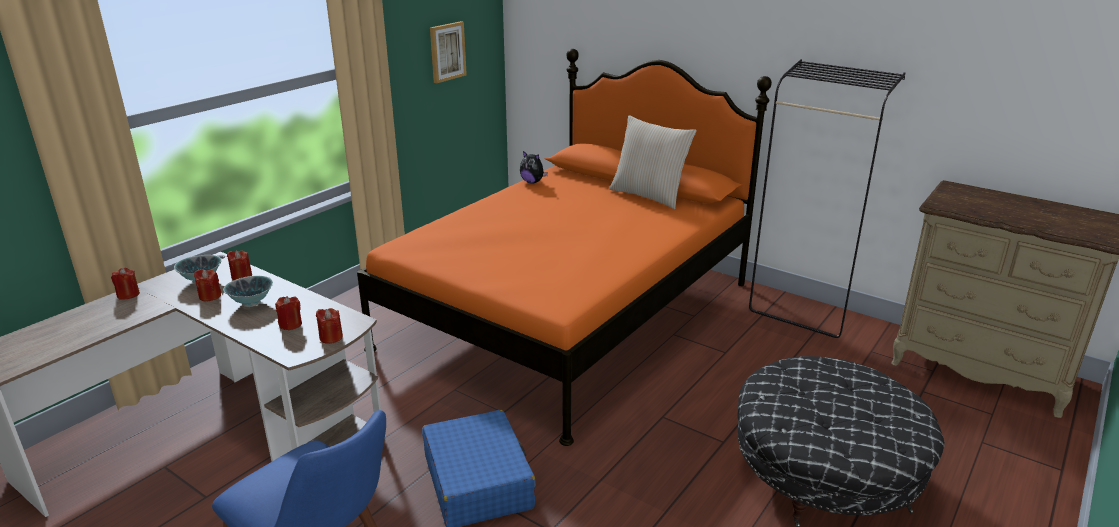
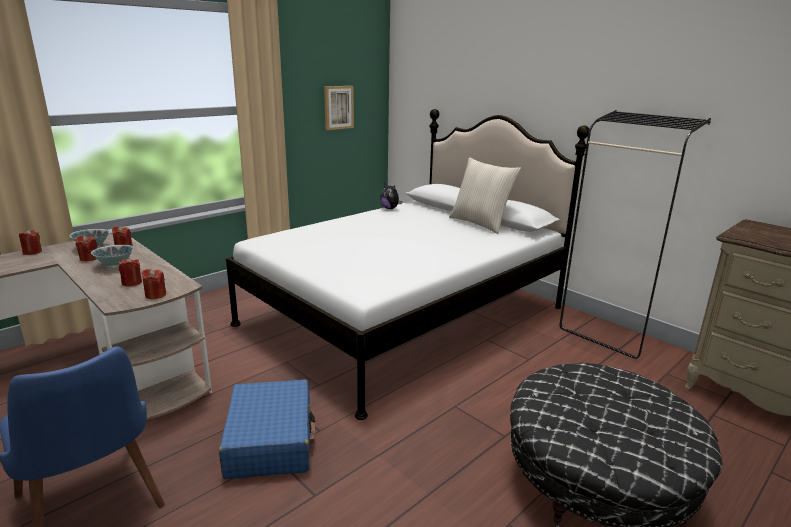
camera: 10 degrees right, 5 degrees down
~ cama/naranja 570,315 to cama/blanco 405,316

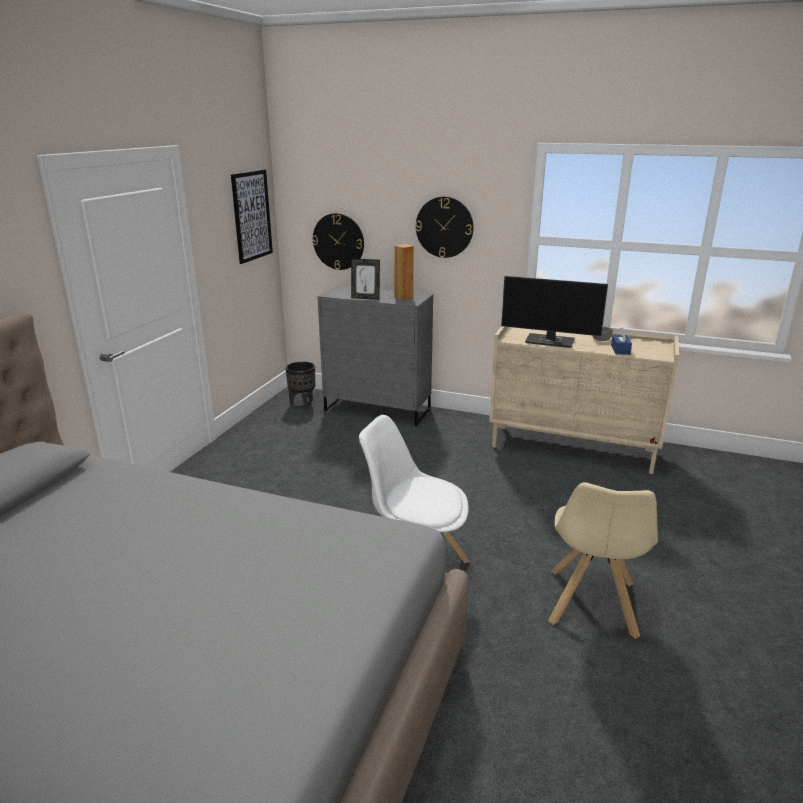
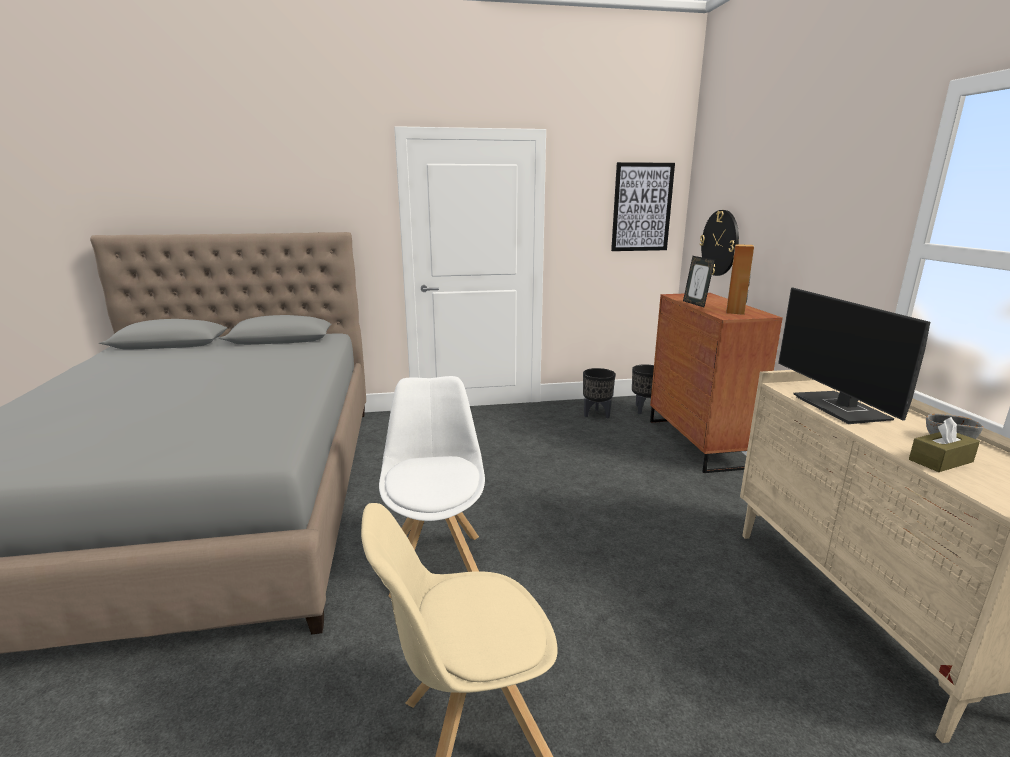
camera: 60 degrees right, 5 degrees down
+ maceta/negro 596,414
~ cómoda/gris 378,409 to cómoda/marrón 699,443
~ caja de pañuelos/azul 620,349 to caja de pañuelos/marrón 940,461
- reloj de pared 444,227

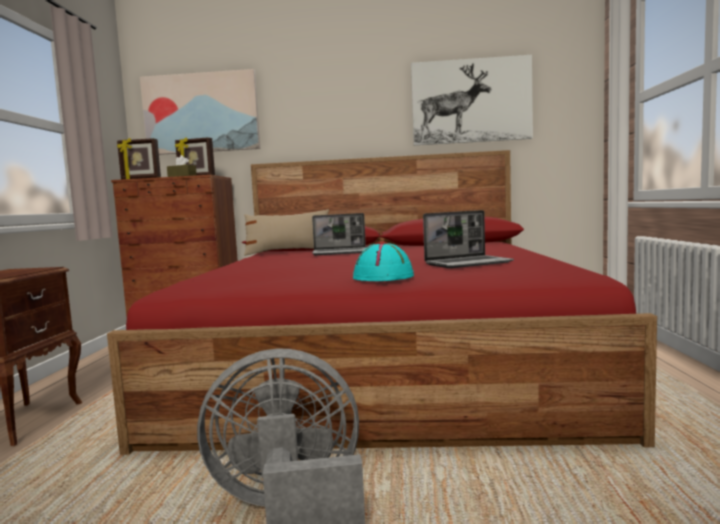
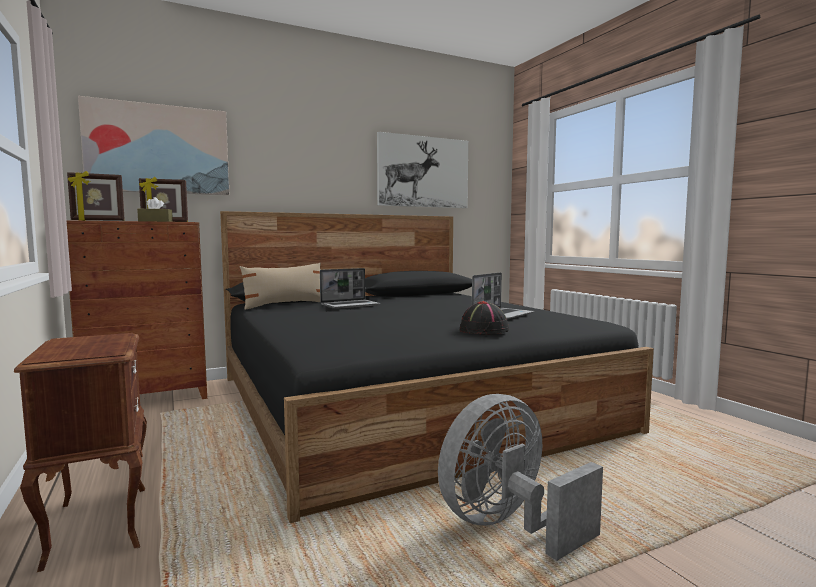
camera: 30 degrees left, 0 degrees up
~ cama/rojo 383,361 to cama/negro 403,401
~ sombrero/turquesa 384,277 to sombrero/negro 484,330

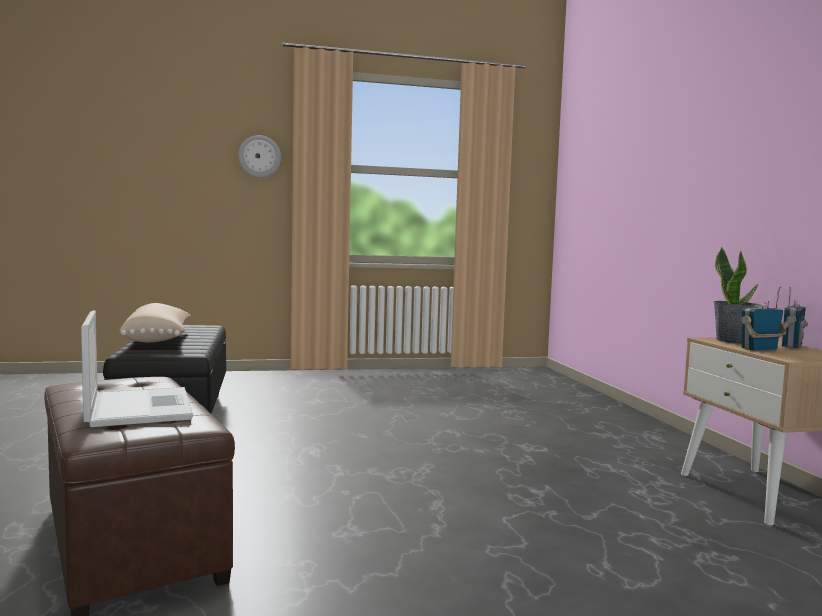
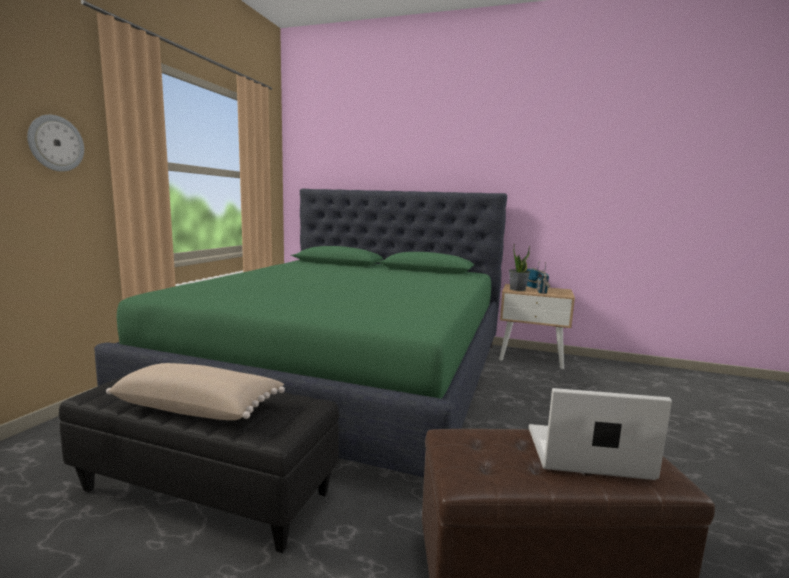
camera: 60 degrees left, 5 degrees up
+ cama/verde 345,373

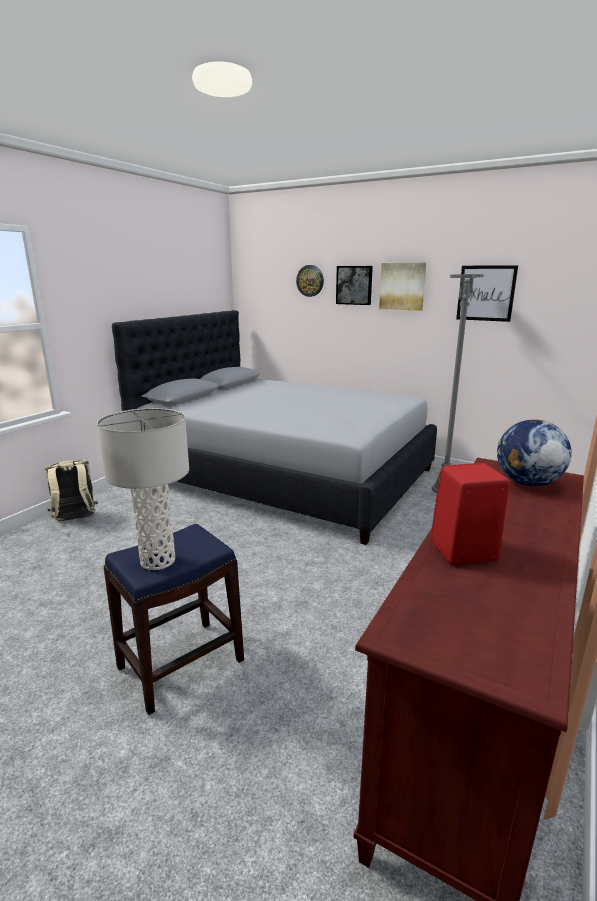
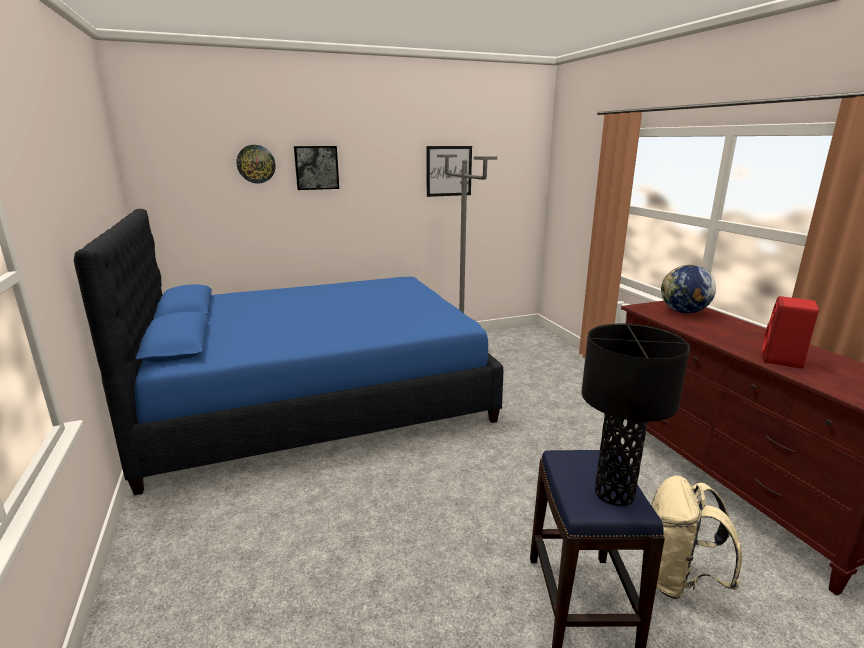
camera: 50 degrees left, 0 degrees up
~ cama/gris 284,474 to cama/azul 317,398
~ lámpara de mesa/blanco 157,560 to lámpara de mesa/negro 614,494
~ mochila/beis 75,520 to 678,579
- cuadro 402,286

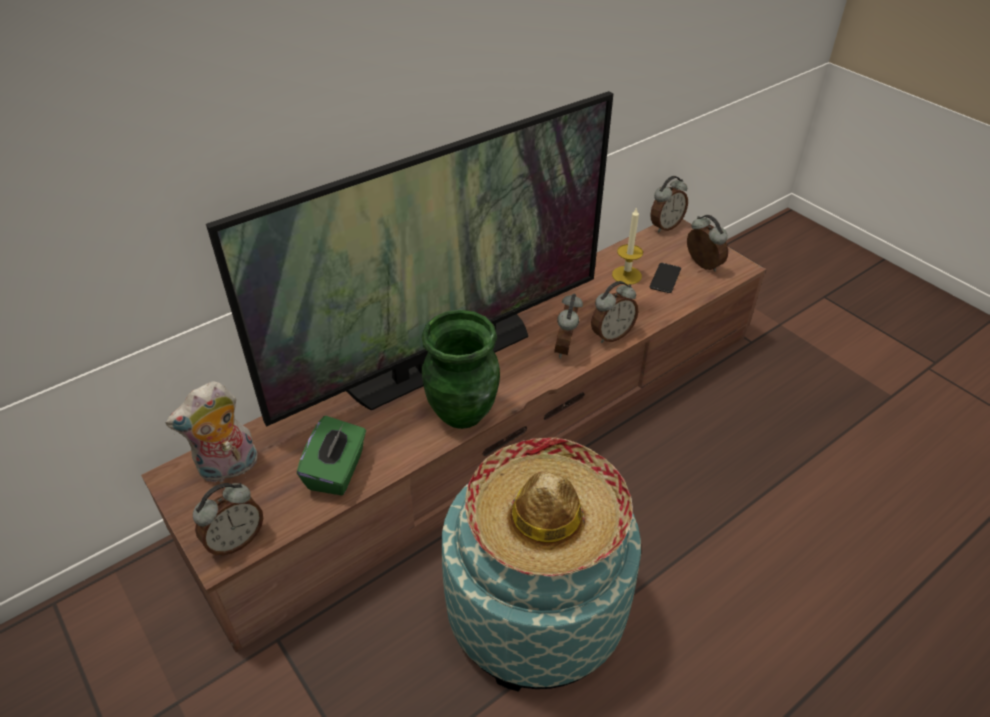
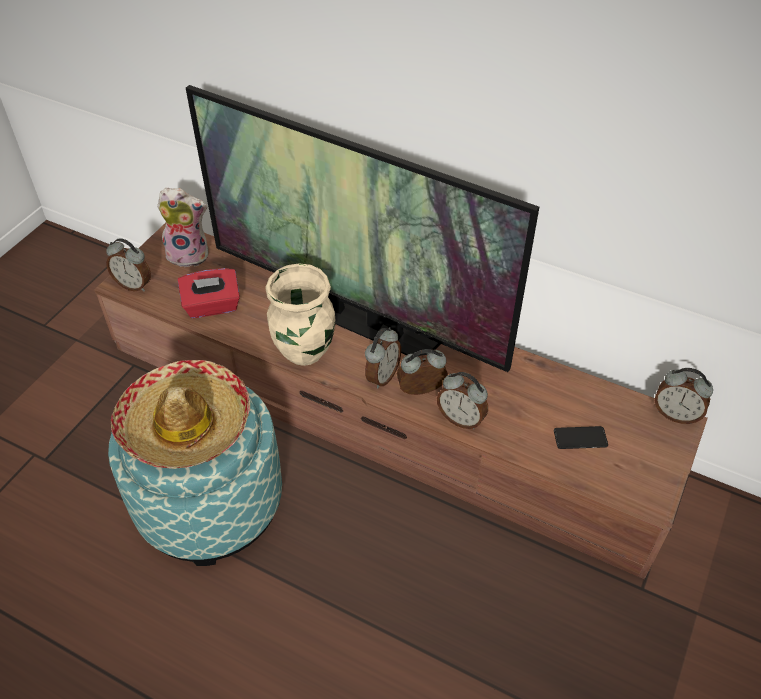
camera: 65 degrees right, 5 degrees up
~ peluche 228,469 = 190,254 150 degrees clockwise
~ caja de pañuelos/verde 337,471 to caja de pañuelos/rojo 212,306
~ florero/verde 463,412 to florero/beis 305,352
~ despertador 702,266 to 382,376
- vela 626,275

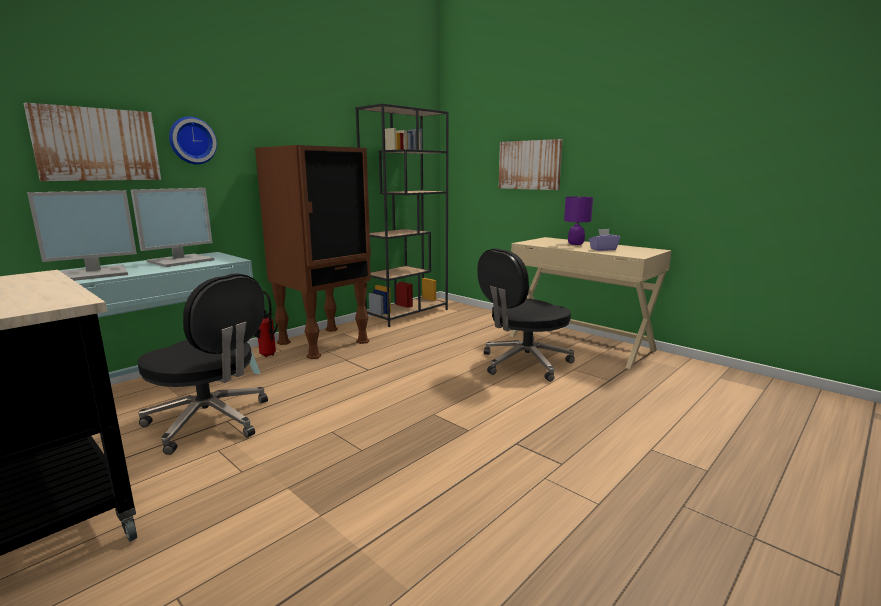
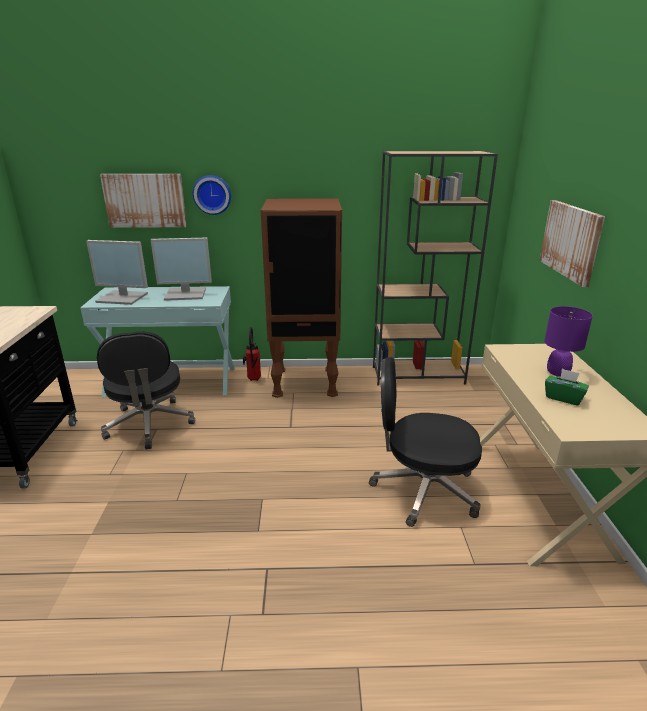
camera: 45 degrees right, 10 degrees up
~ caja de pañuelos/morado 603,249 to caja de pañuelos/verde 563,398

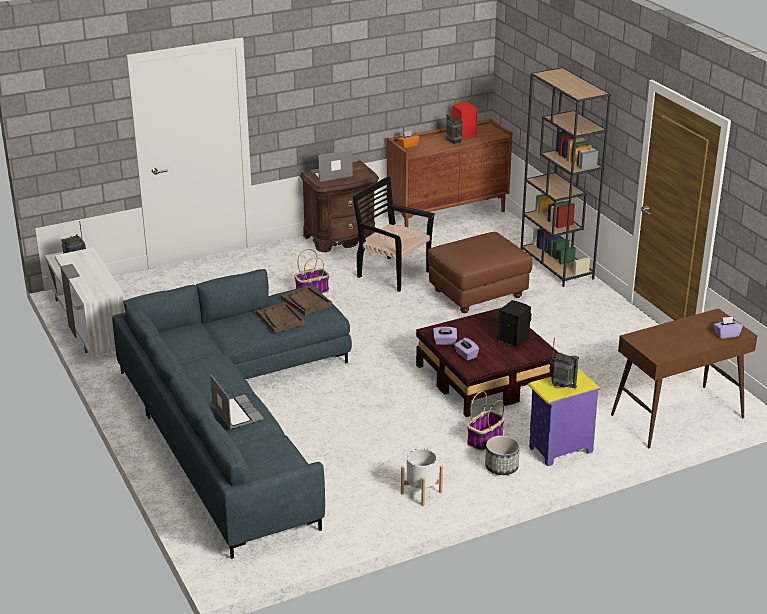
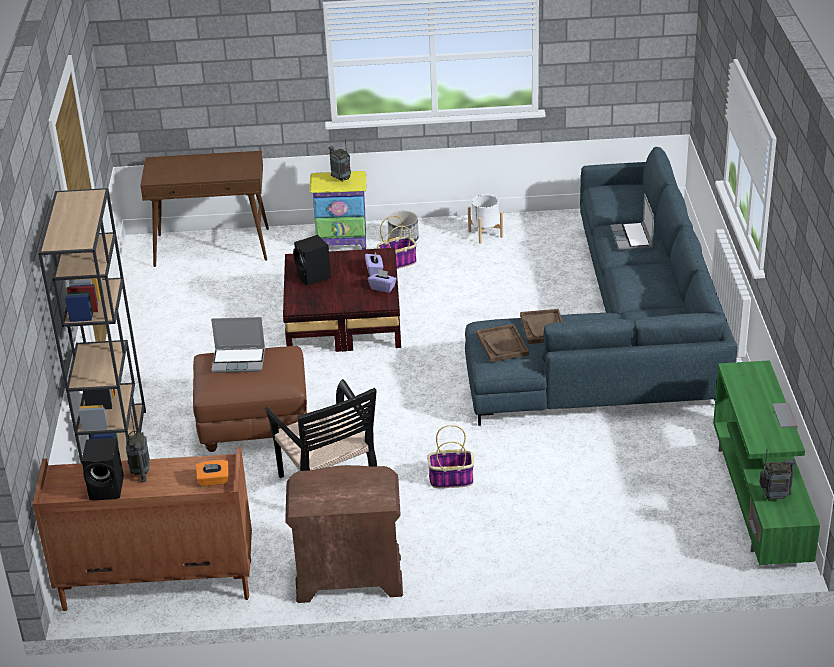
camera: 155 degrees left, 5 degrees up
~ altavoz/rojo 463,134 to altavoz/negro 108,488
~ portátil 331,175 to 239,360
~ mueble de televisión/blanco 89,321 to mueble de televisión/verde 760,498
- caja de pañuelos/morado 726,334

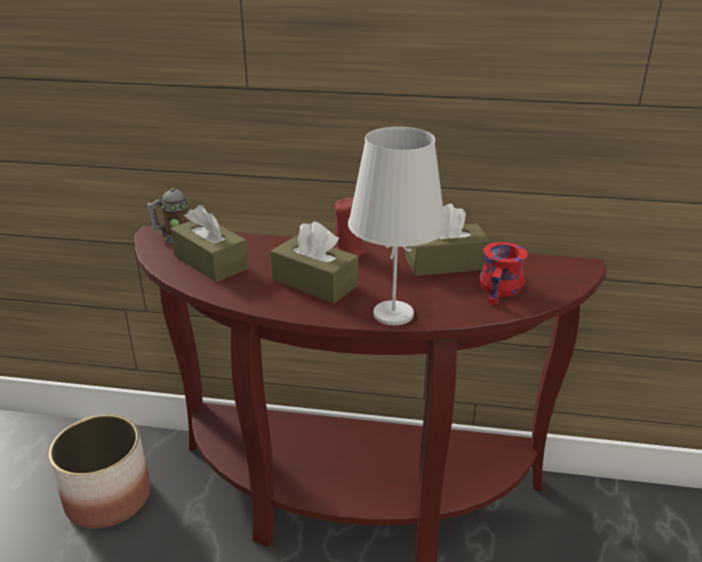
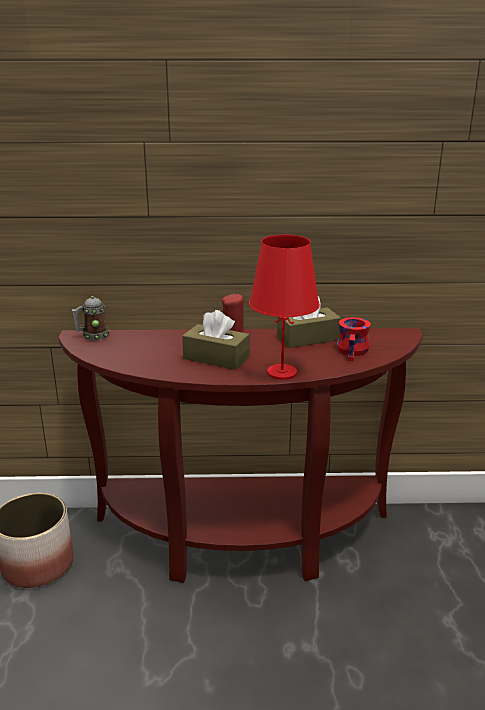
camera: 10 degrees left, 5 degrees down
~ lámpara de mesa/blanco 393,313 to lámpara de mesa/rojo 282,372
- caja de pañuelos/marrón 211,262

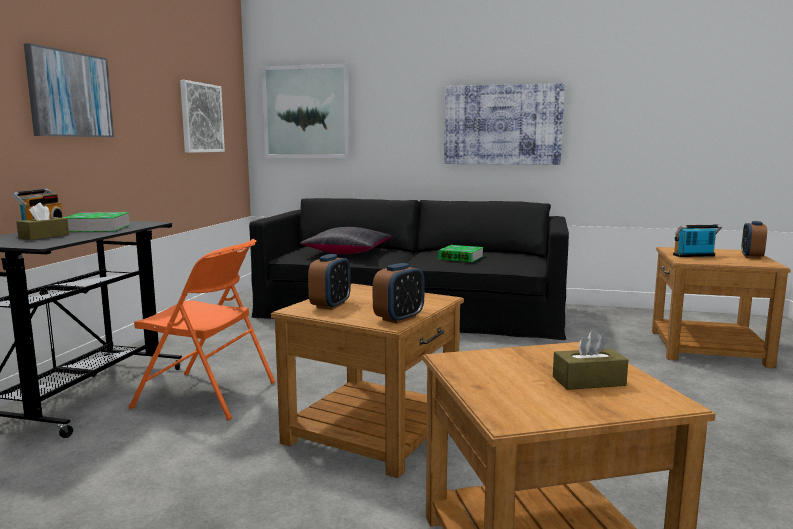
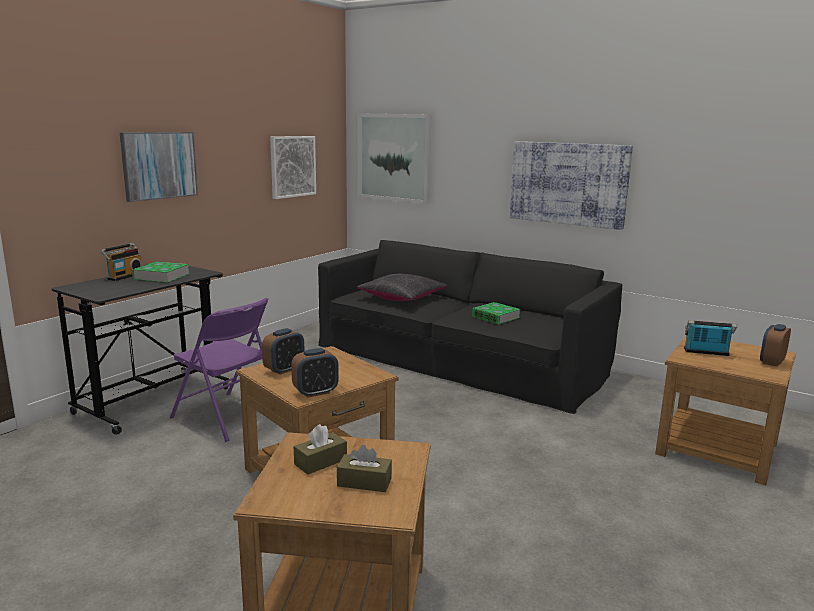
camera: 20 degrees right, 5 degrees up
~ silla/naranja 205,395 to silla/morado 227,416
~ caja de pañuelos/marrón 44,236 to 320,462

